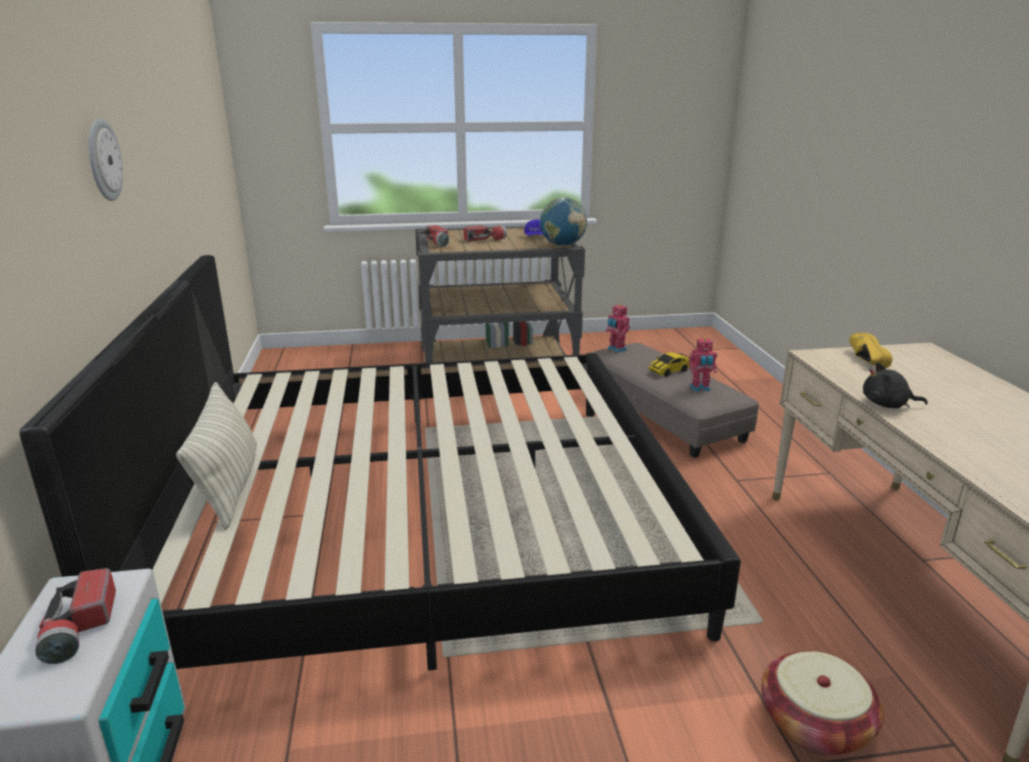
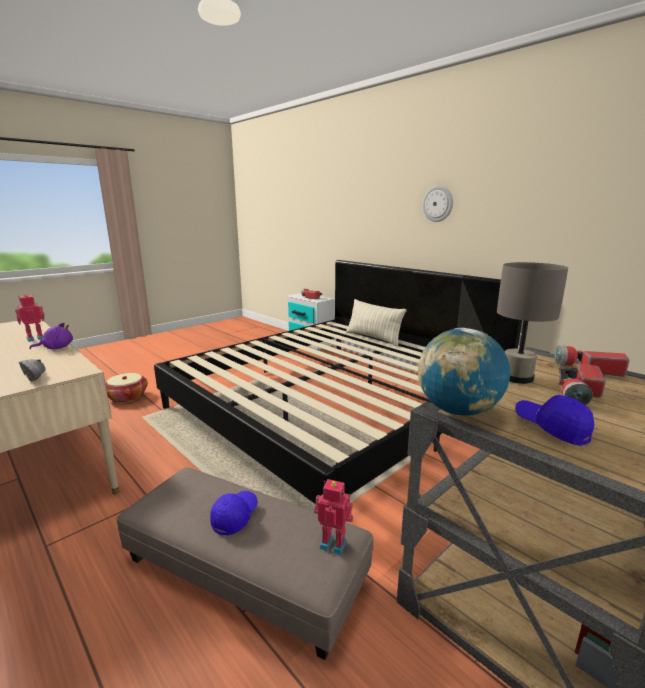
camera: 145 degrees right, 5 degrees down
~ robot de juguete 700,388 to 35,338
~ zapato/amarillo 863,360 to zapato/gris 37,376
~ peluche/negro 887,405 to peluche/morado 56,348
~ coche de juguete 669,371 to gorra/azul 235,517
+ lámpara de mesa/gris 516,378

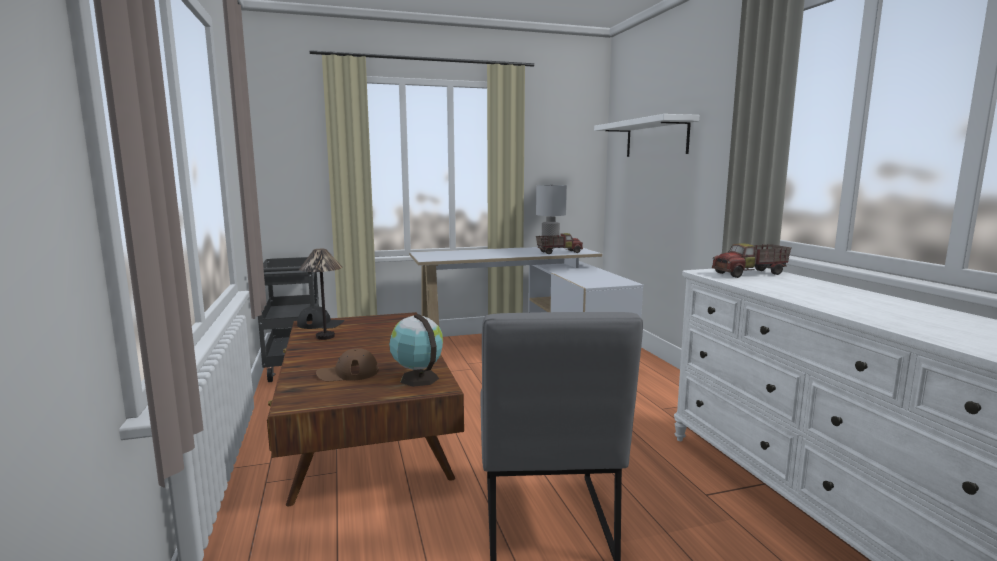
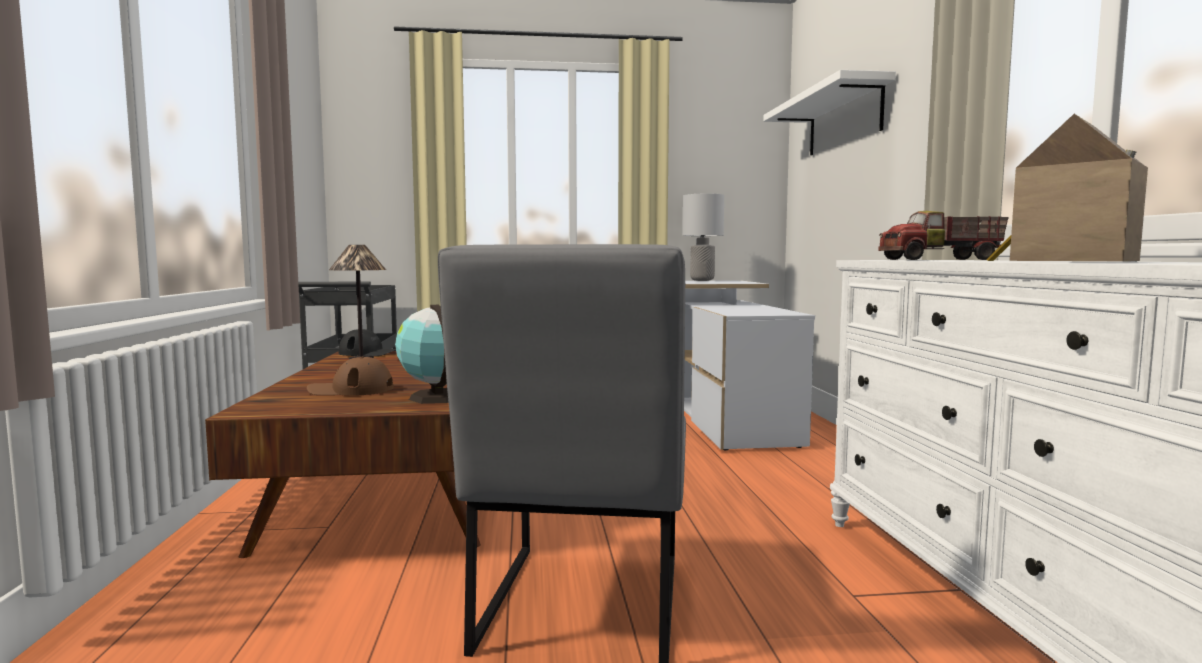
camera: 10 degrees right, 5 degrees down
+ casita 1066,261
- camión de juguete 558,252

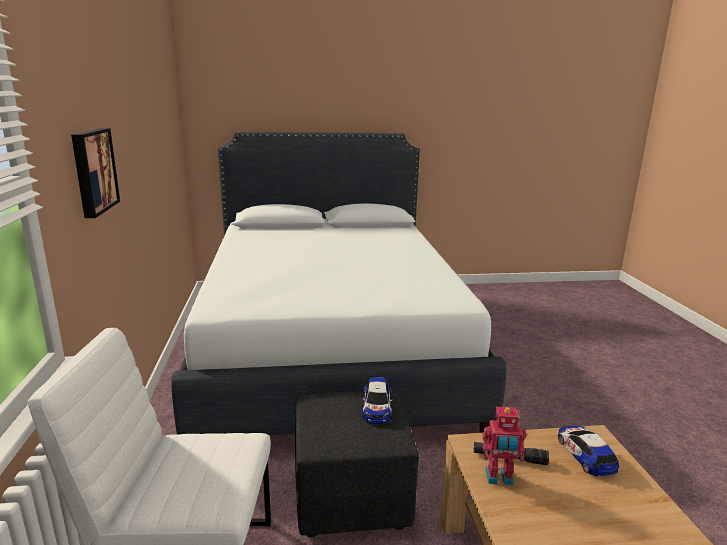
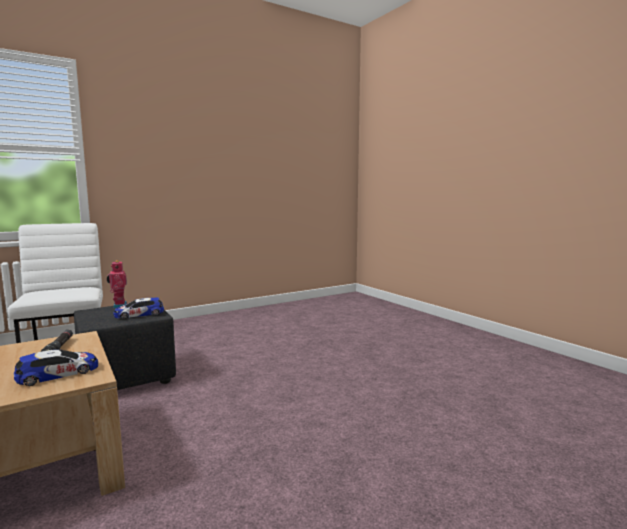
camera: 65 degrees right, 10 degrees down
~ robot de juguete 499,478 to 118,306
- cuadro 92,171
- cama/blanco 330,347

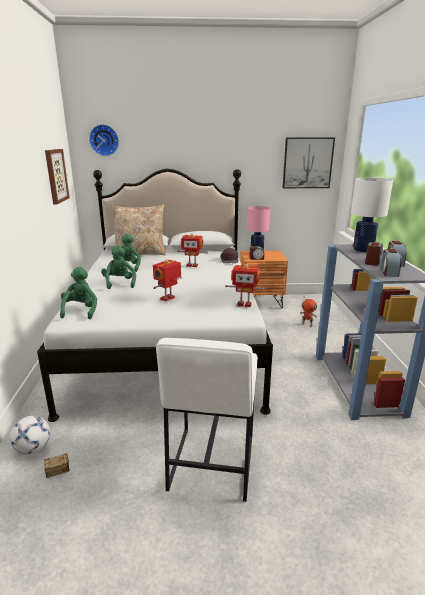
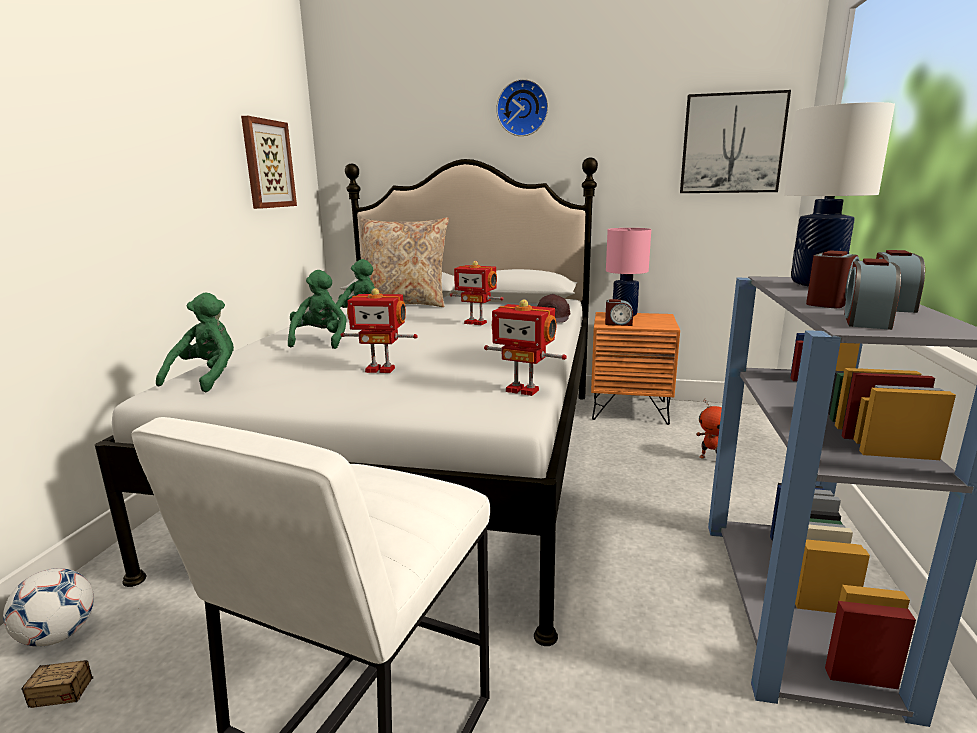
camera: 15 degrees right, 5 degrees down
~ robot de juguete 168,298 = 381,369 135 degrees counterclockwise
~ reloj de pared 104,140 to 522,108

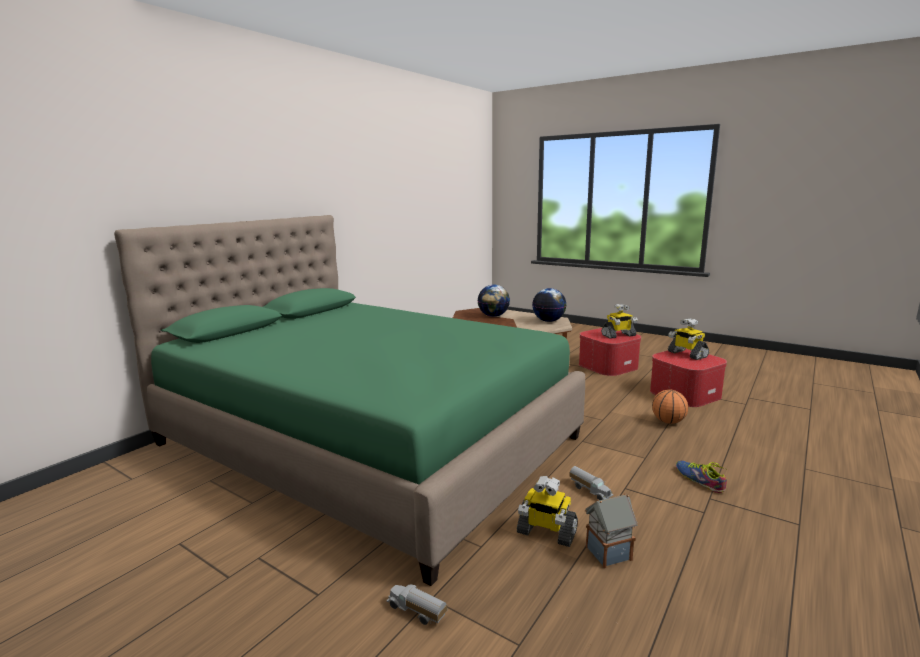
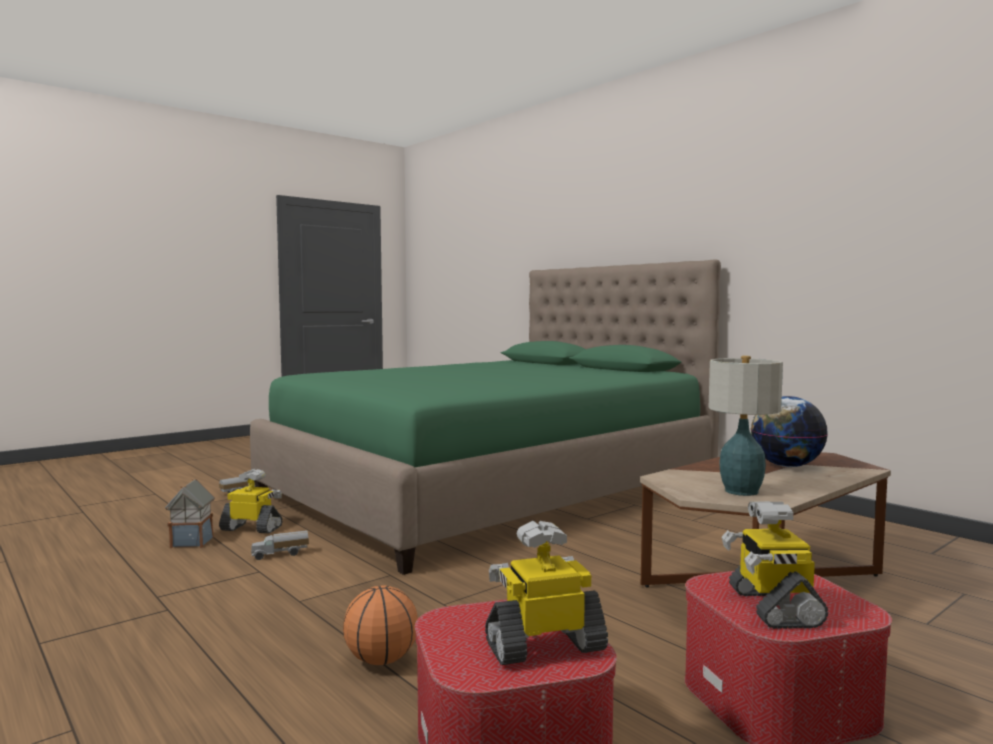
camera: 105 degrees right, 10 degrees down
~ robot de juguete 546,532 = 252,528 60 degrees clockwise
~ globo terráqueo 548,321 to lámpara de mesa 742,491
- zapato 699,480

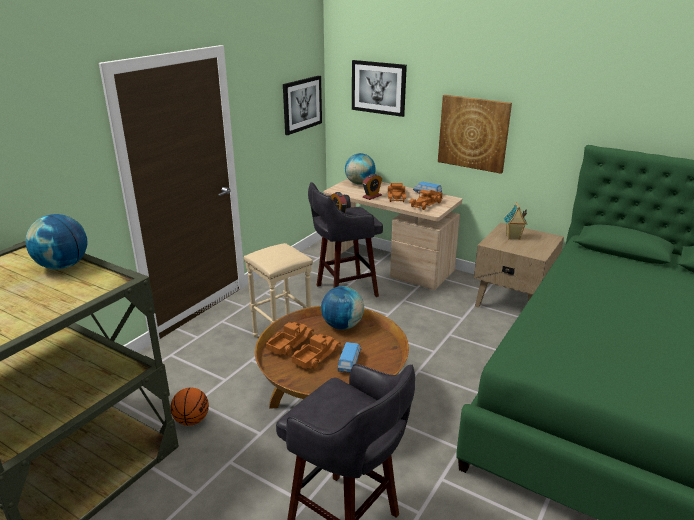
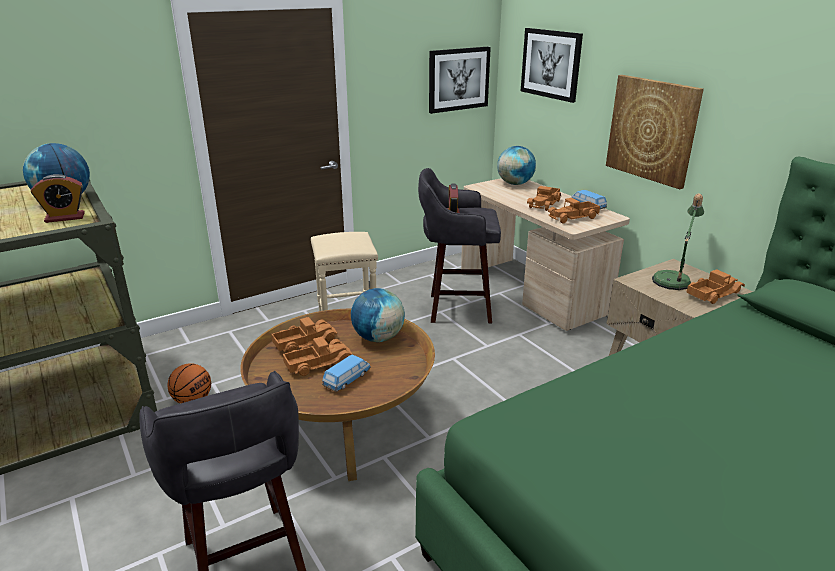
camera: 25 degrees right, 0 degrees up
~ despertador 372,196 to 65,217
~ casita 513,237 to lámpara de mesa 673,279
+ camión de juguete 712,293

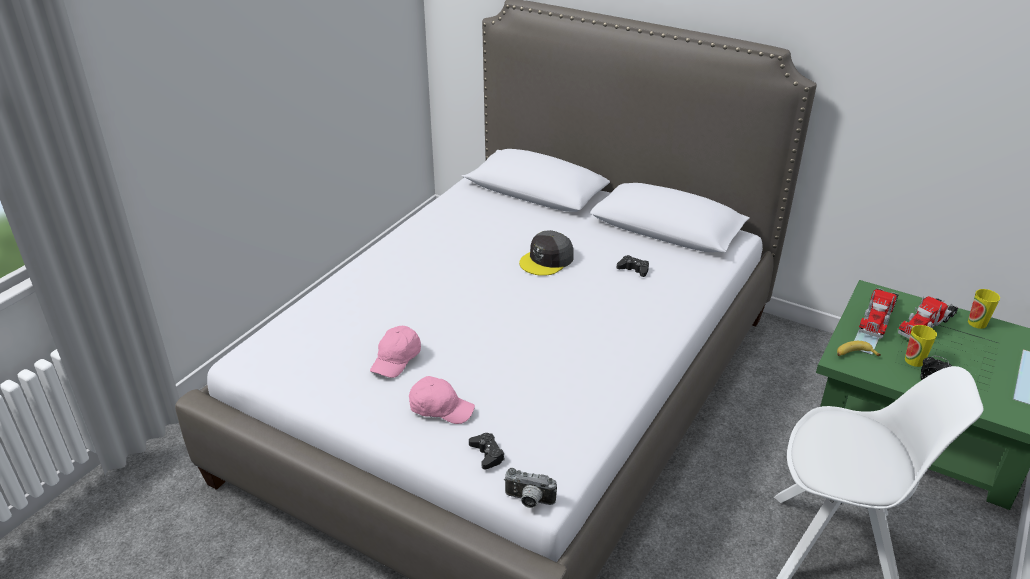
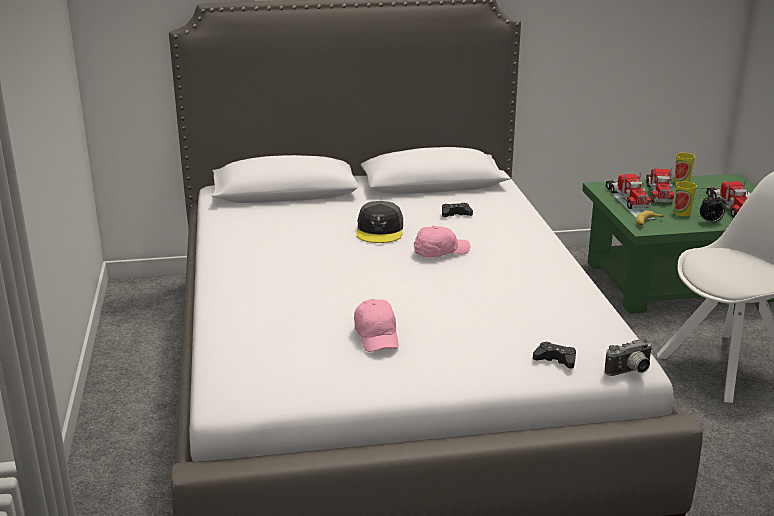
camera: 40 degrees left, 10 degrees down
~ gorra/rosa 441,408 to 440,252
+ camión de juguete 729,206

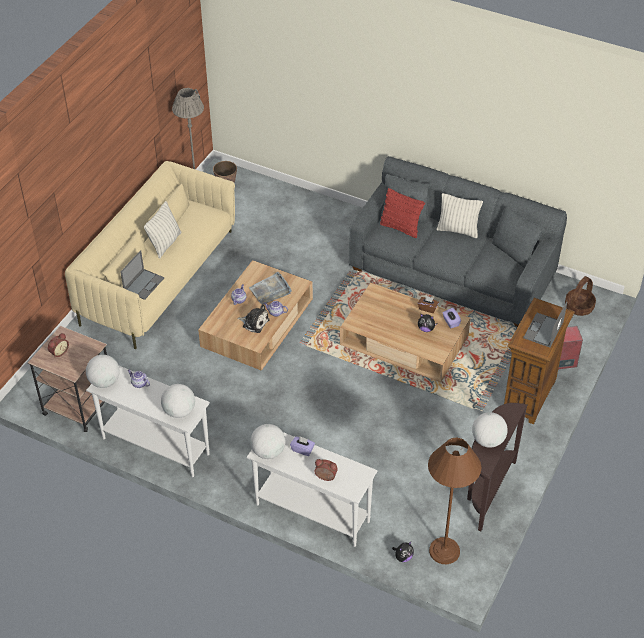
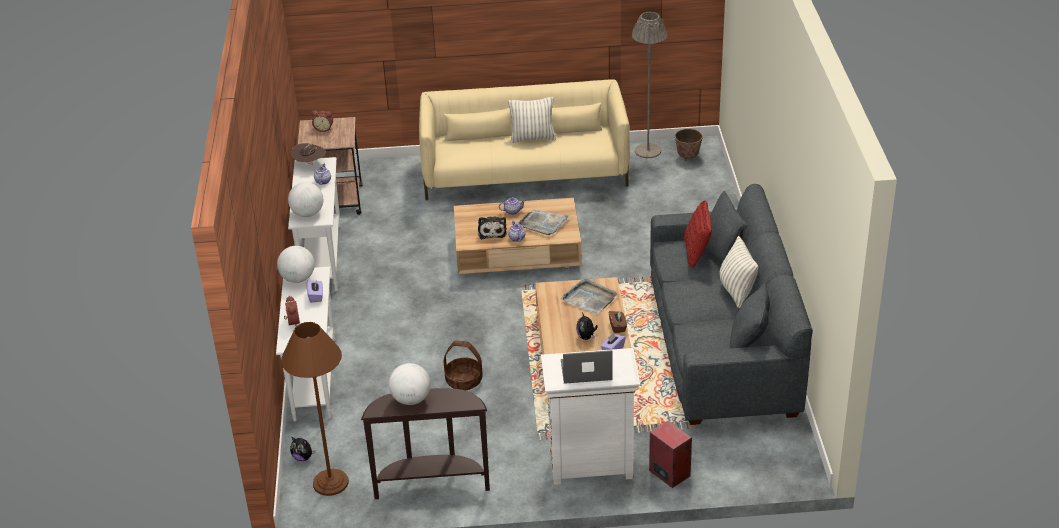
camera: 60 degrees right, 10 degrees down
~ globo terráqueo 104,382 to sombrero/marrón 310,164
~ cesta 579,307 to 463,380
~ armario/marrón 529,398 to armario/blanco 590,468
+ bandeja/gris 589,298
- portátil 144,284

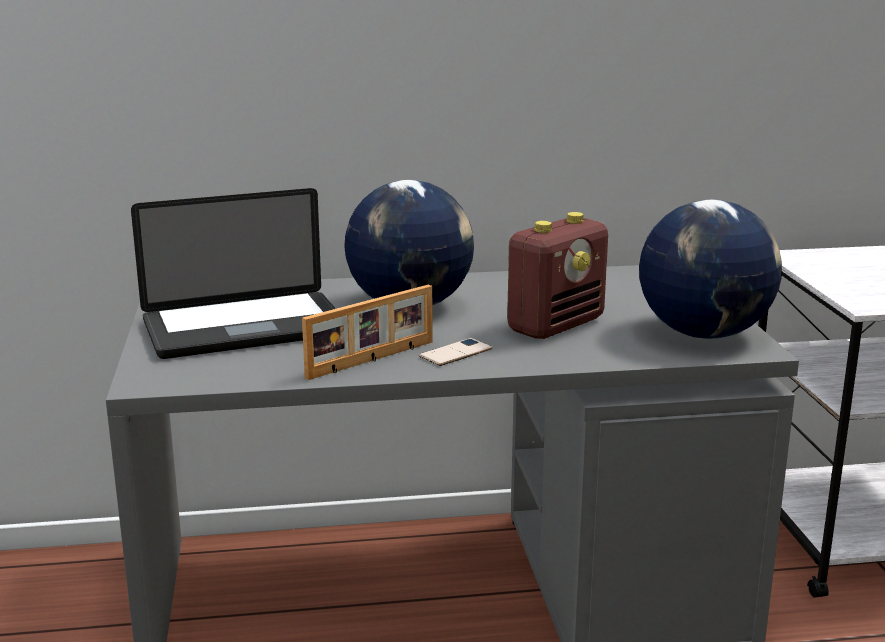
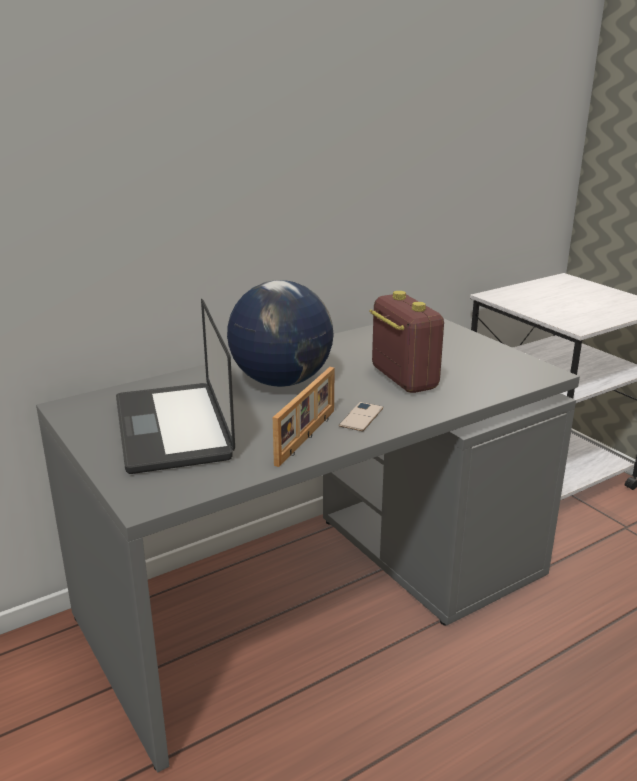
camera: 25 degrees left, 5 degrees up
~ portátil 245,328 = 172,428 120 degrees clockwise
~ radio 556,325 = 403,379 45 degrees counterclockwise
- globo terráqueo 705,334

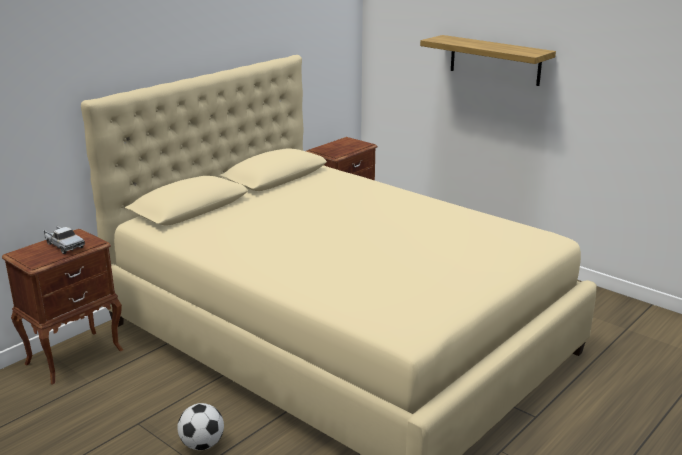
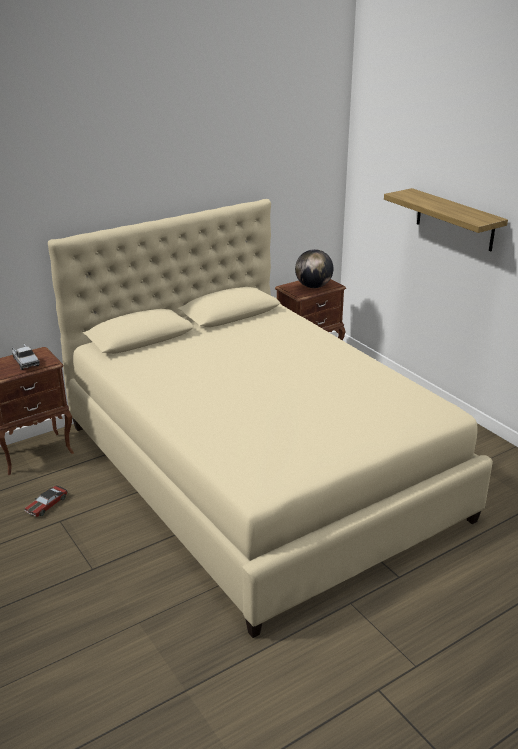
camera: 15 degrees right, 5 degrees up
+ coche de juguete 46,505
+ globo terráqueo 313,286
- balón de fútbol 202,444

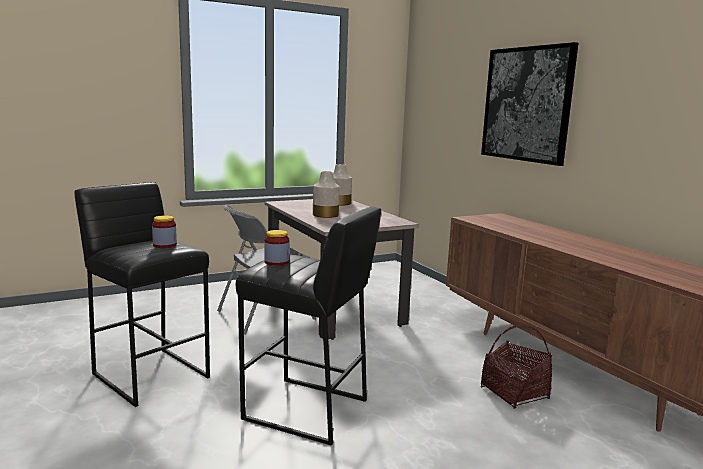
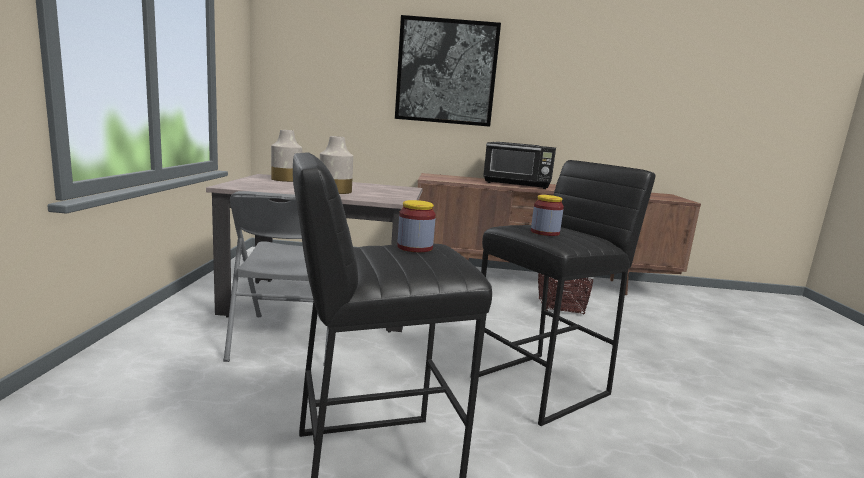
camera: 60 degrees left, 0 degrees up
+ microondas/negro 518,184

